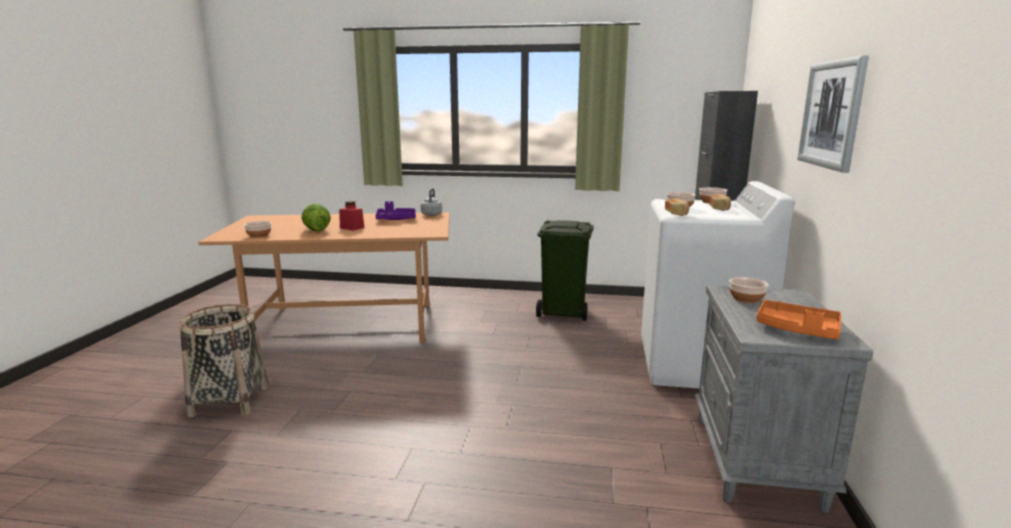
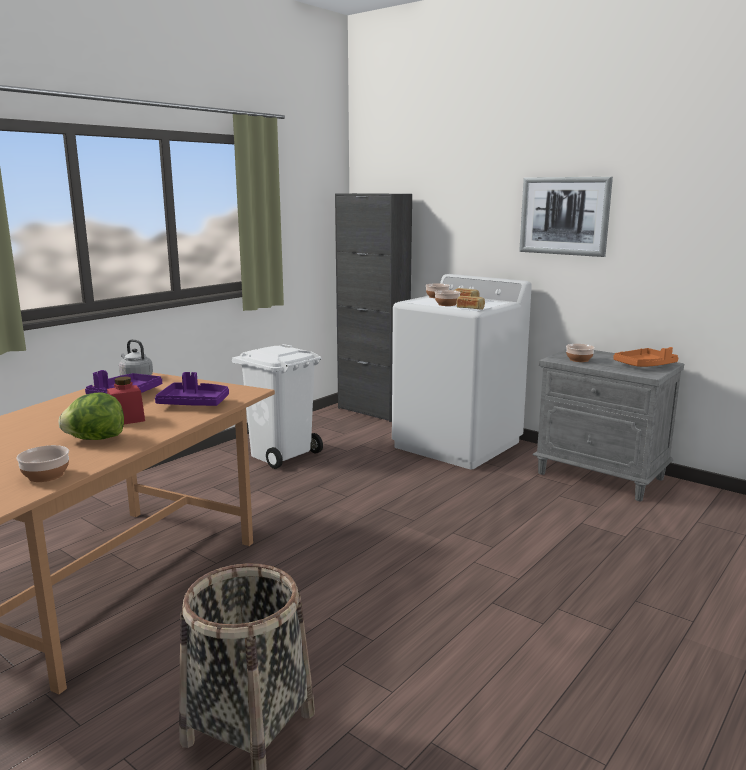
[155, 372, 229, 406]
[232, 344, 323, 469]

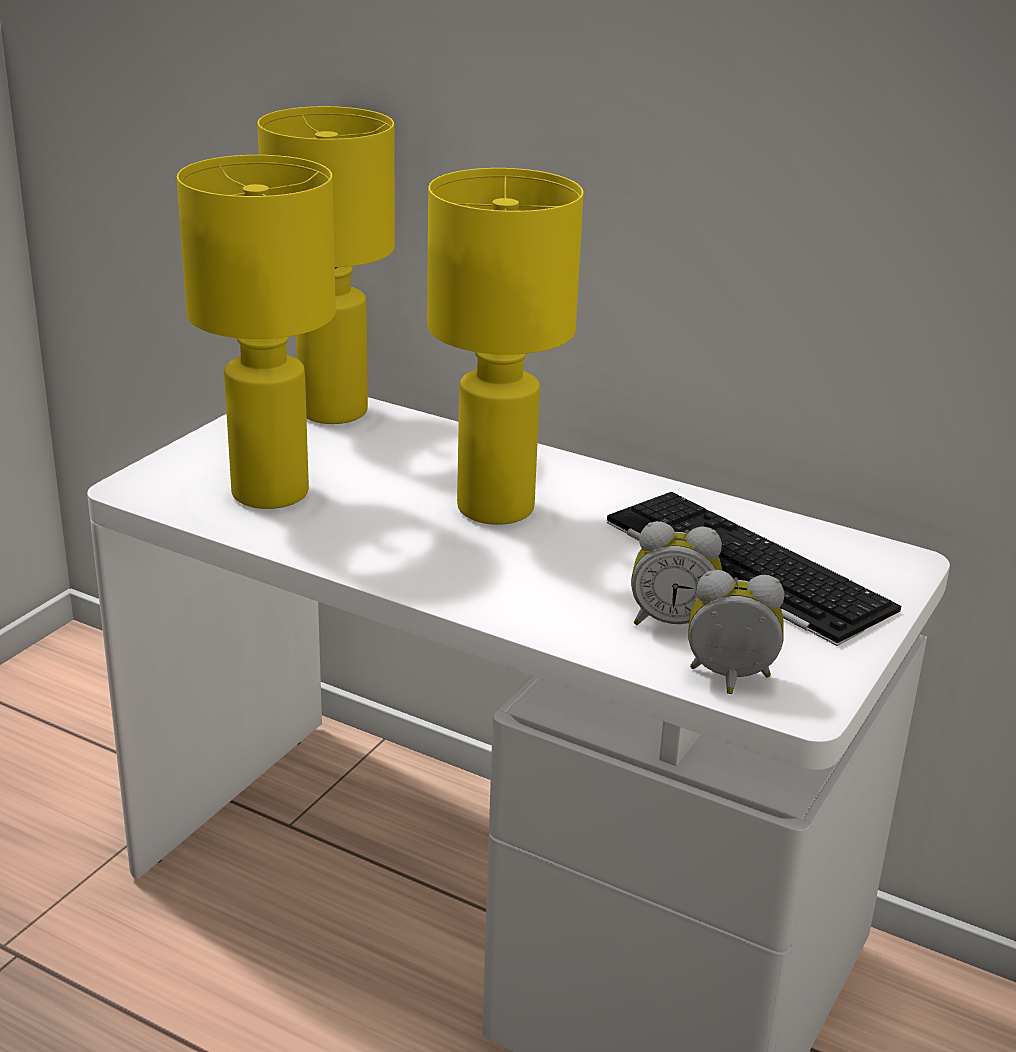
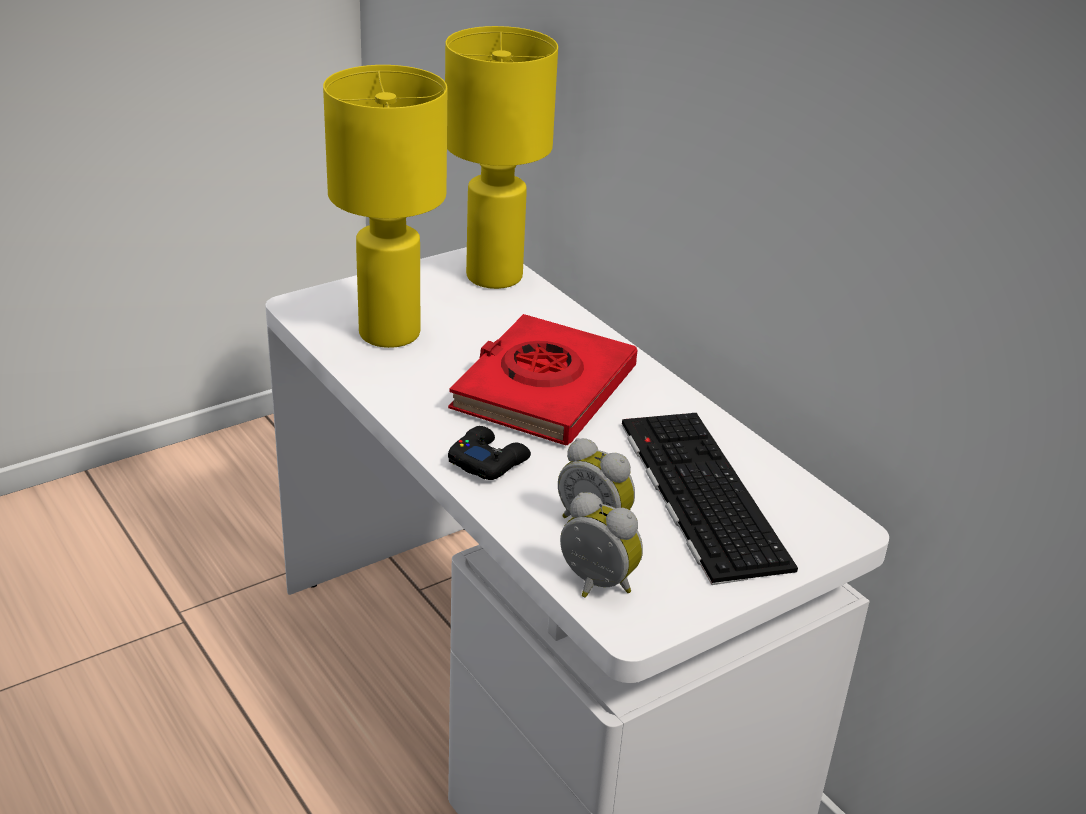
[448, 314, 637, 445]
[448, 426, 531, 480]

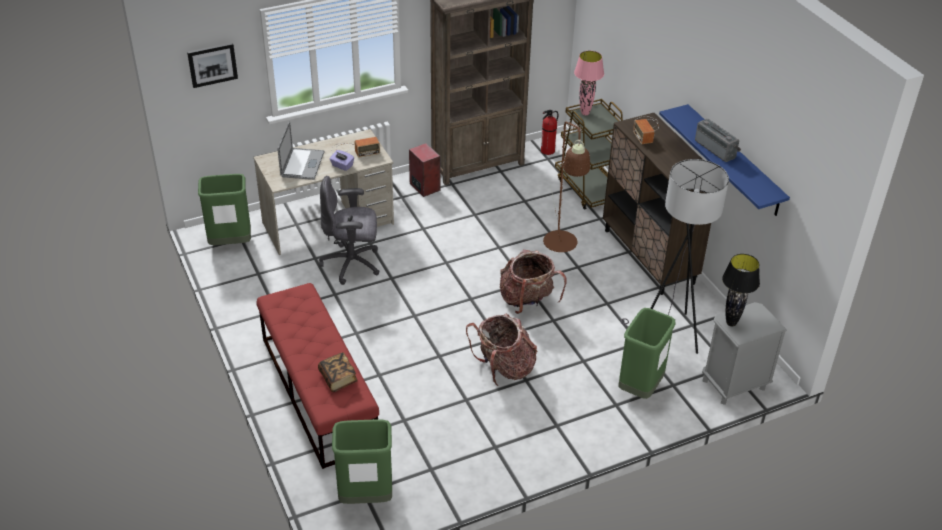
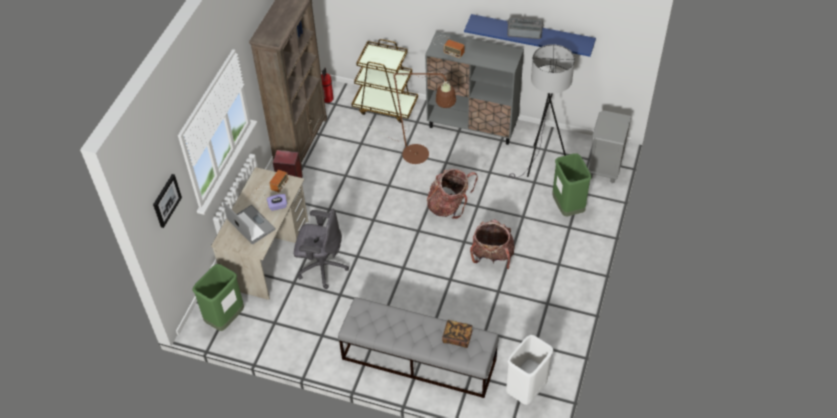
[294, 208, 349, 289]
[338, 297, 499, 398]
[425, 31, 524, 145]
[506, 335, 554, 405]
[574, 51, 604, 115] (first image)
[722, 254, 760, 327] (first image)

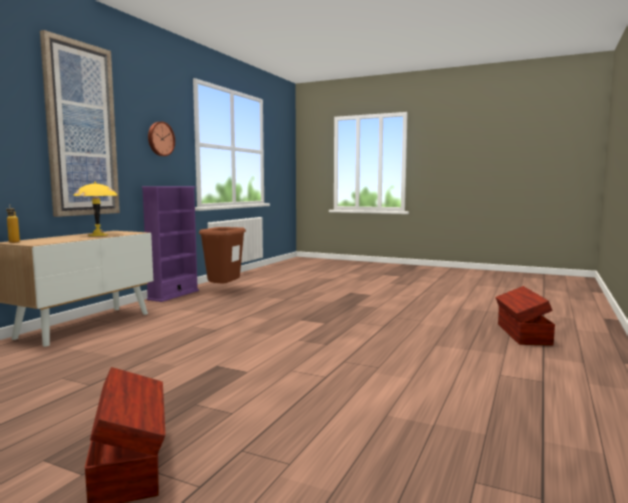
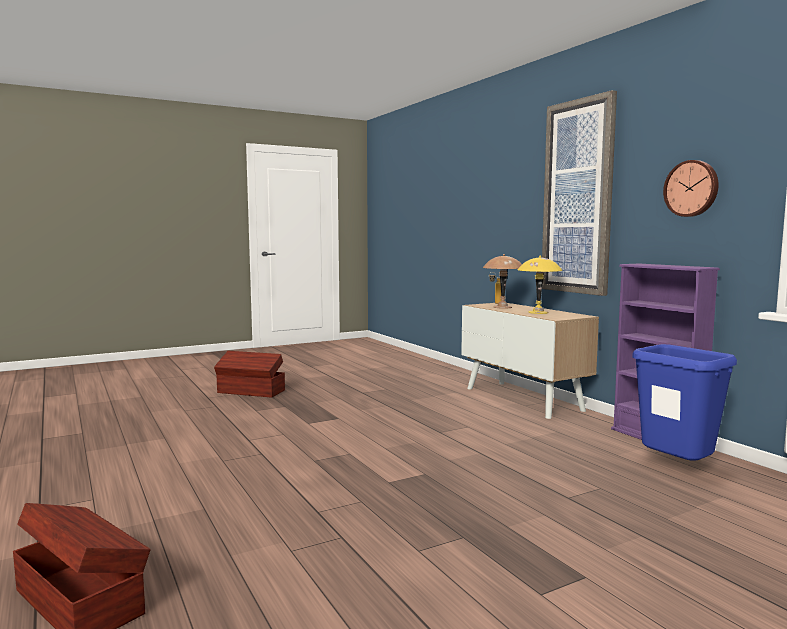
[483, 254, 522, 309]
[632, 344, 737, 461]

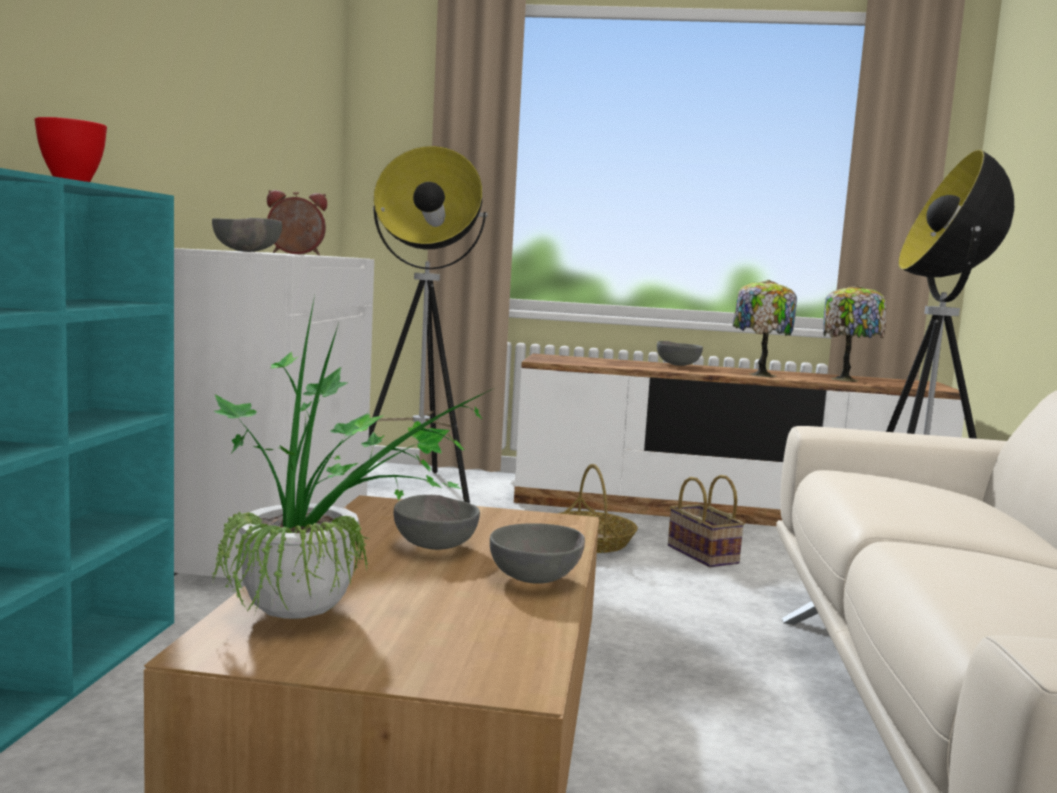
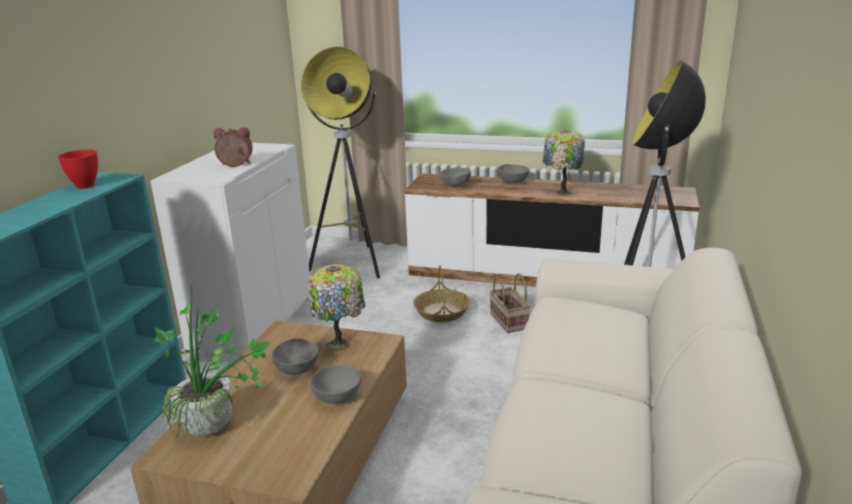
[308, 264, 365, 351]
[440, 167, 471, 187]

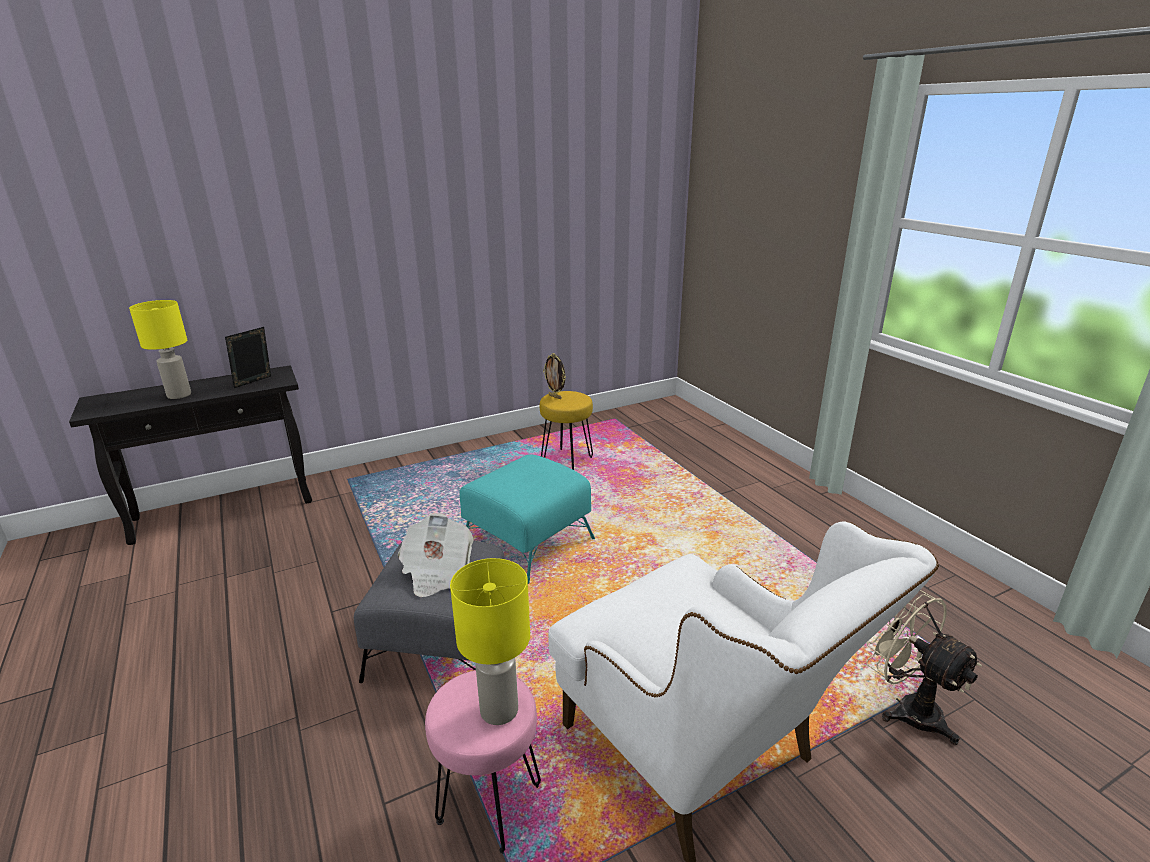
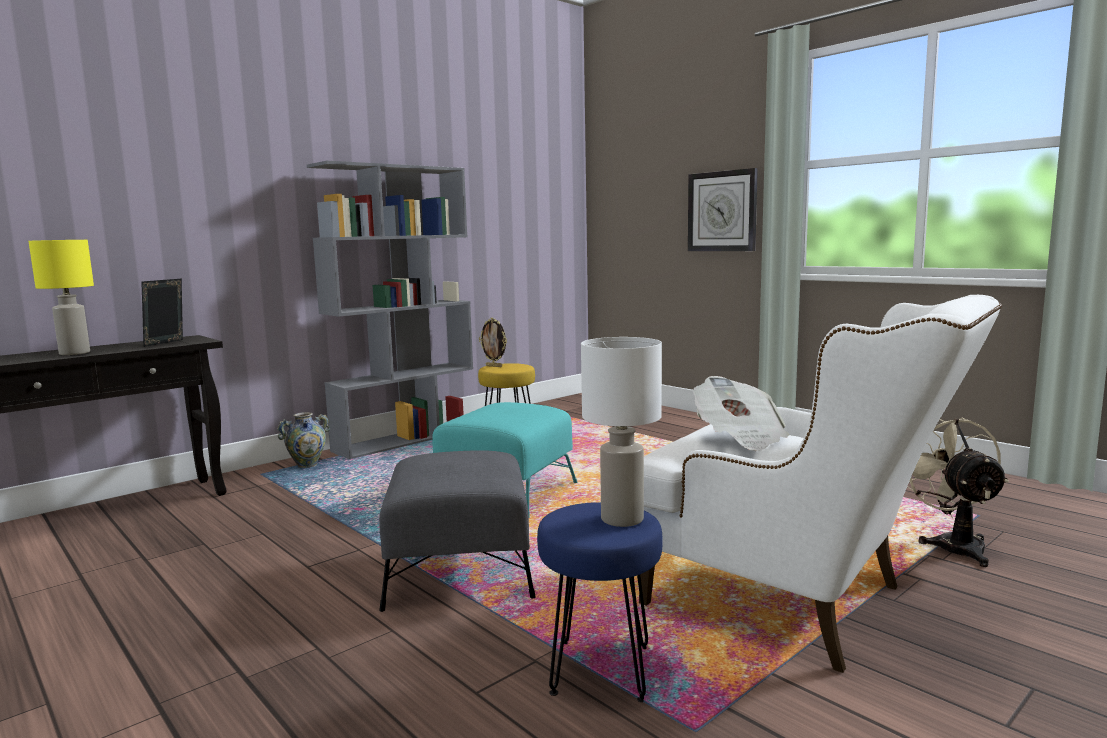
[277, 412, 330, 468]
[307, 161, 473, 459]
[537, 502, 663, 702]
[581, 337, 662, 527]
[688, 168, 758, 251]
[693, 376, 789, 451]
[907, 418, 1009, 567]

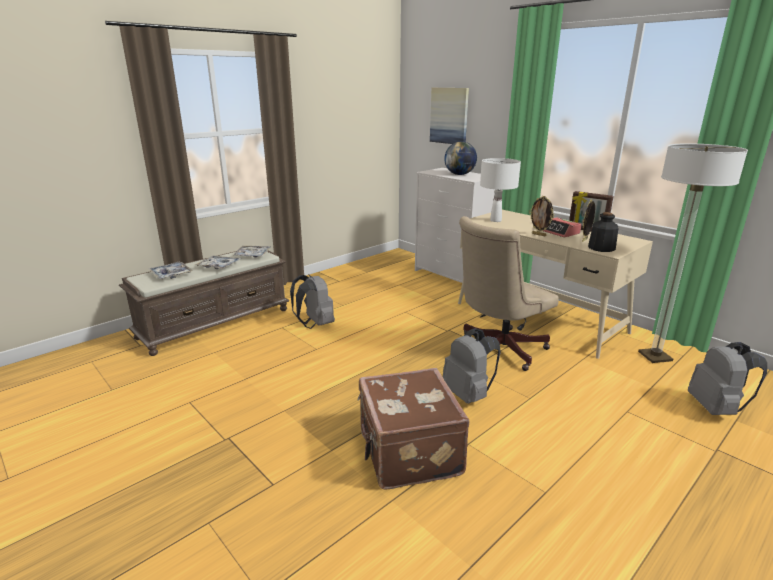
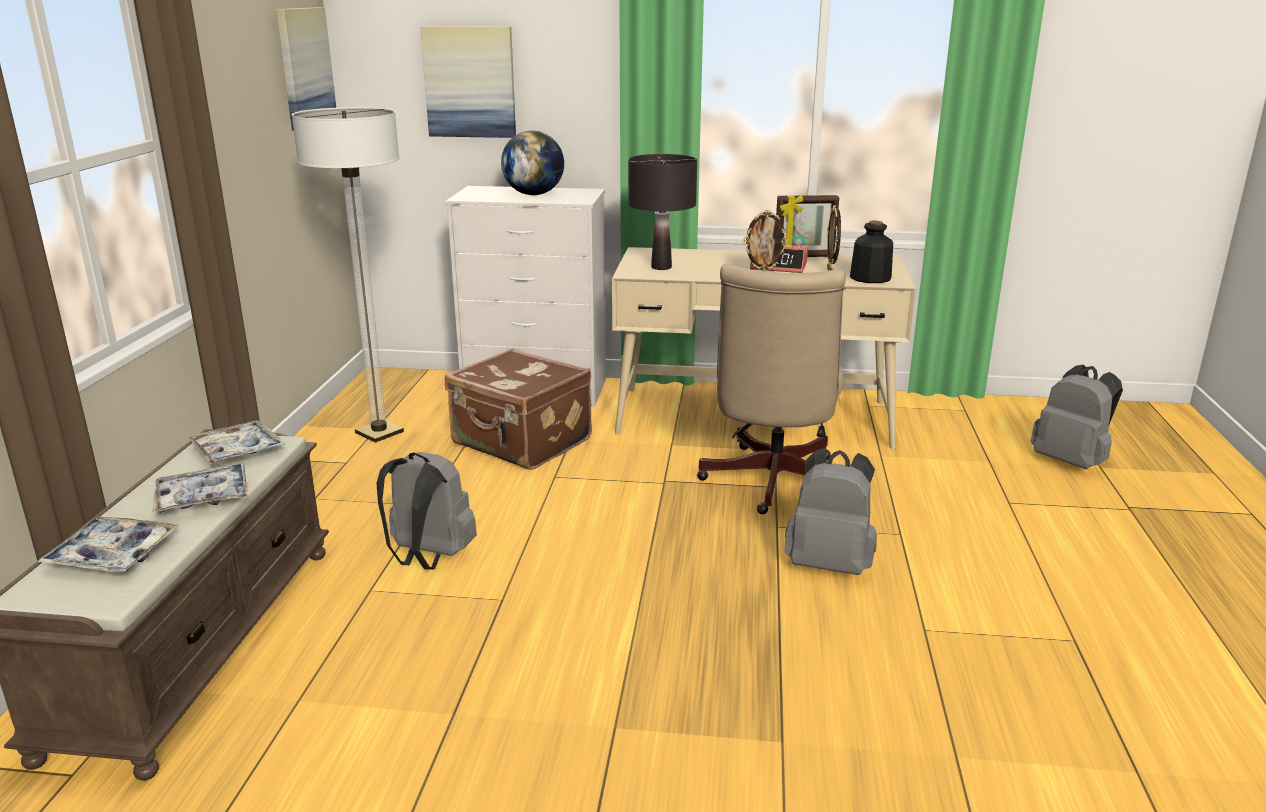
[276, 7, 336, 130]
[291, 107, 404, 443]
[445, 348, 592, 470]
[628, 154, 697, 270]

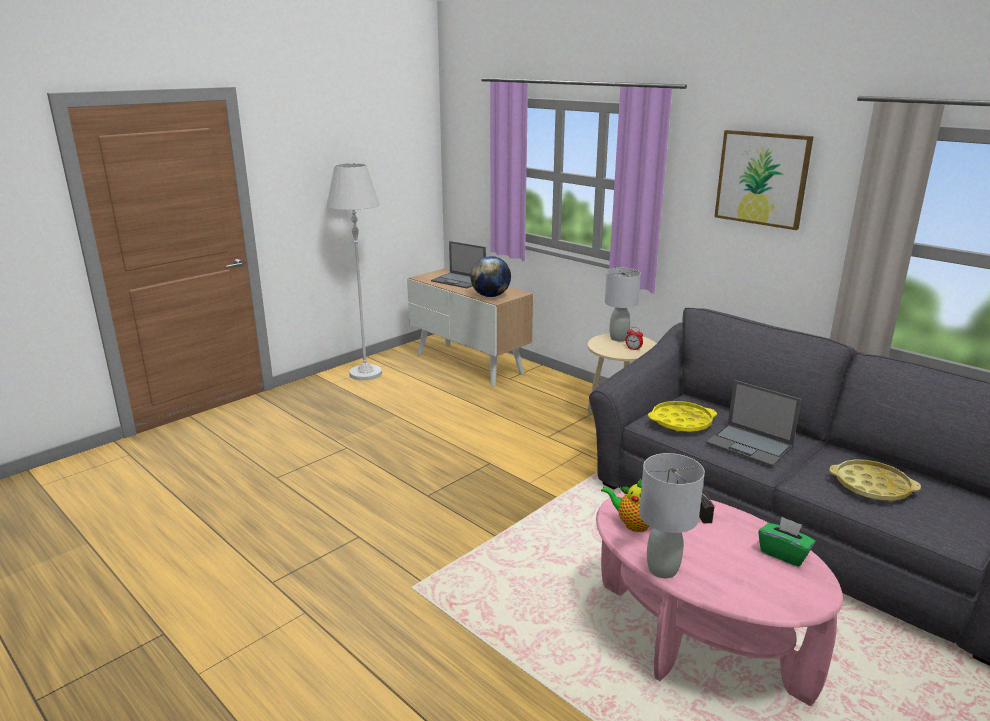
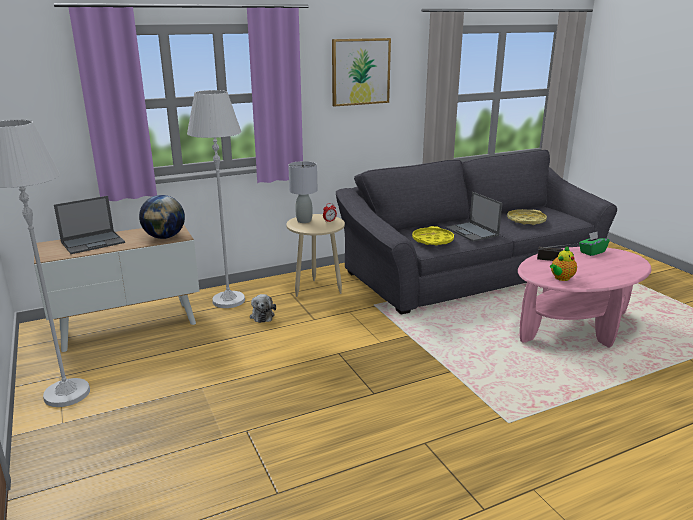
[187, 90, 245, 308]
[250, 294, 276, 323]
[445, 192, 502, 242]
[639, 453, 705, 578] (first image)

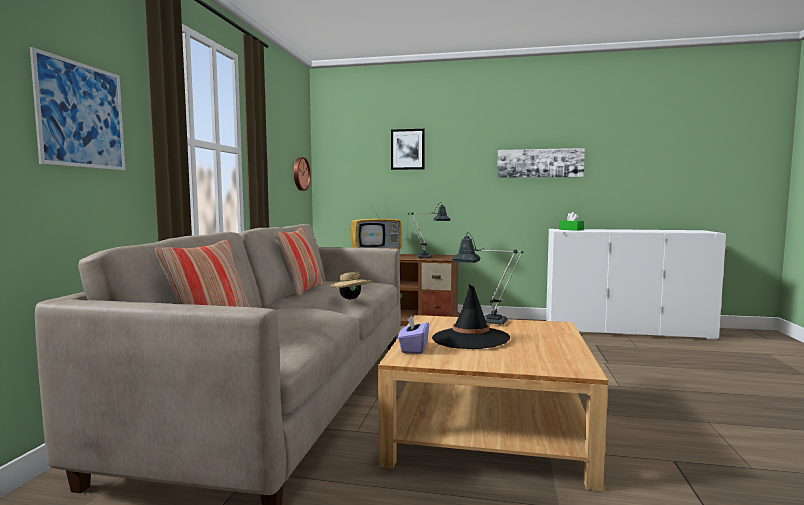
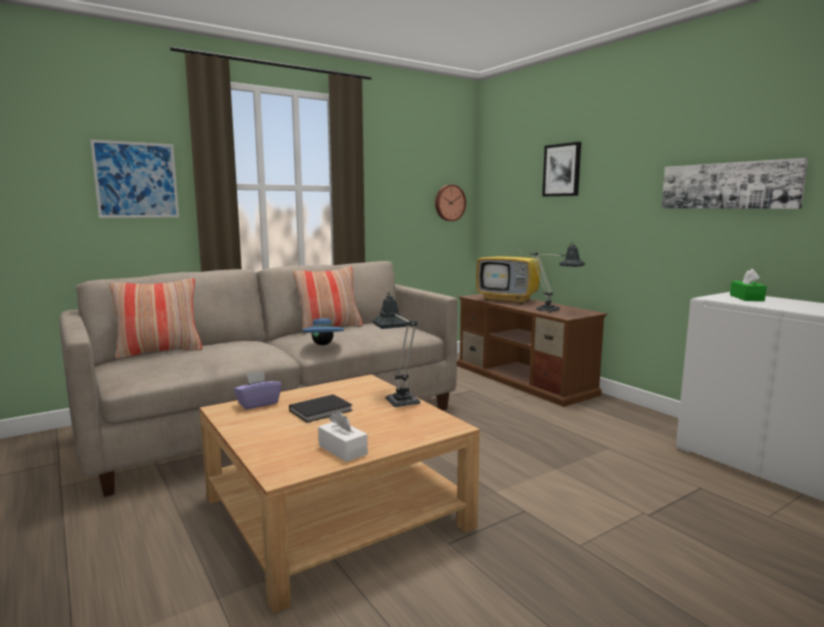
[289, 394, 353, 423]
[302, 317, 344, 345]
[318, 411, 368, 462]

